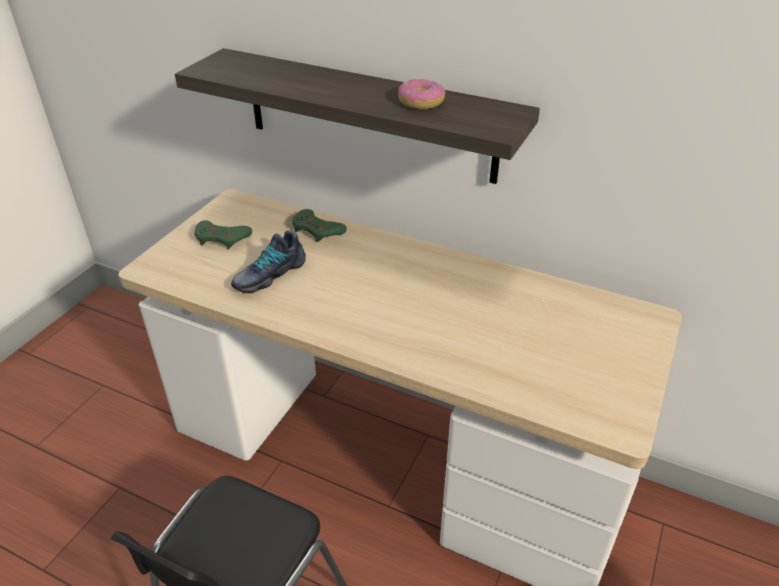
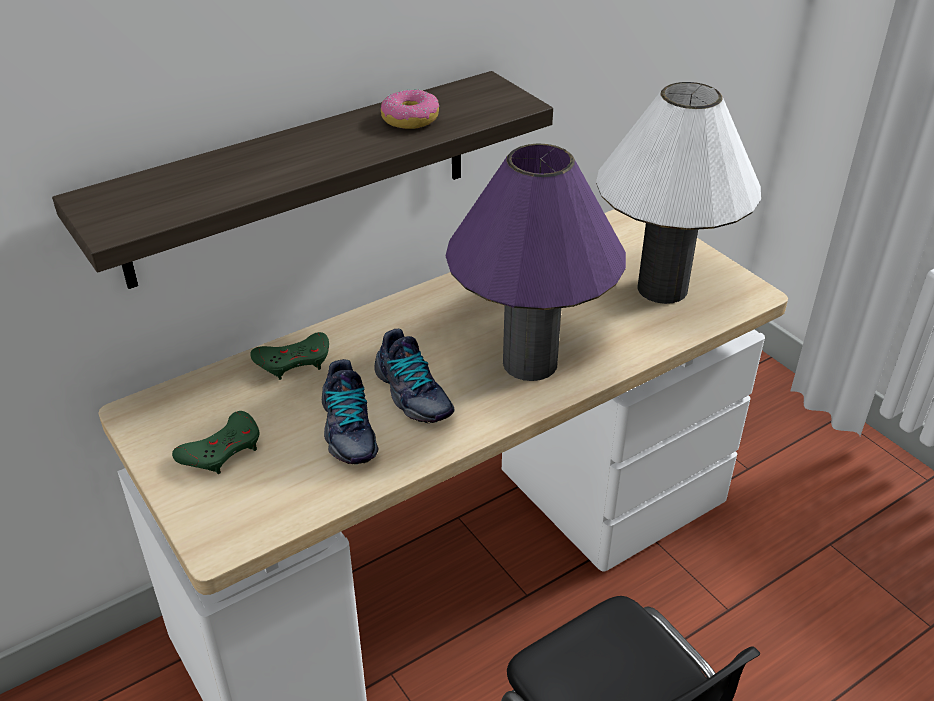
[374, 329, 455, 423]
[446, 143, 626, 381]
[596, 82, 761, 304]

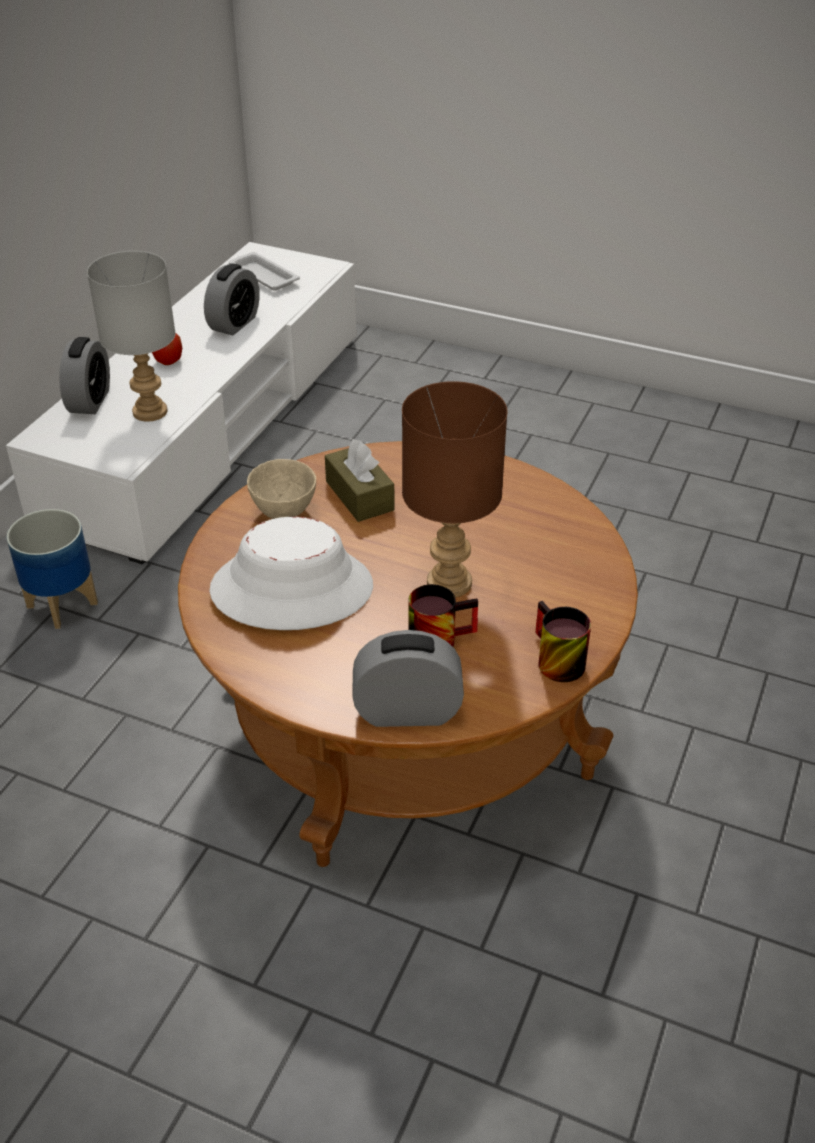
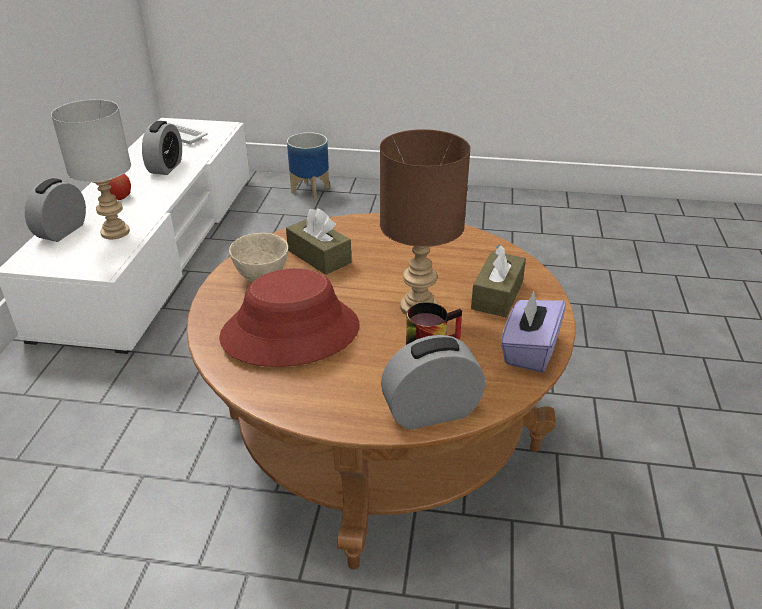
[25, 178, 86, 242]
[219, 268, 360, 367]
[287, 132, 329, 199]
[471, 244, 526, 317]
[501, 291, 566, 373]

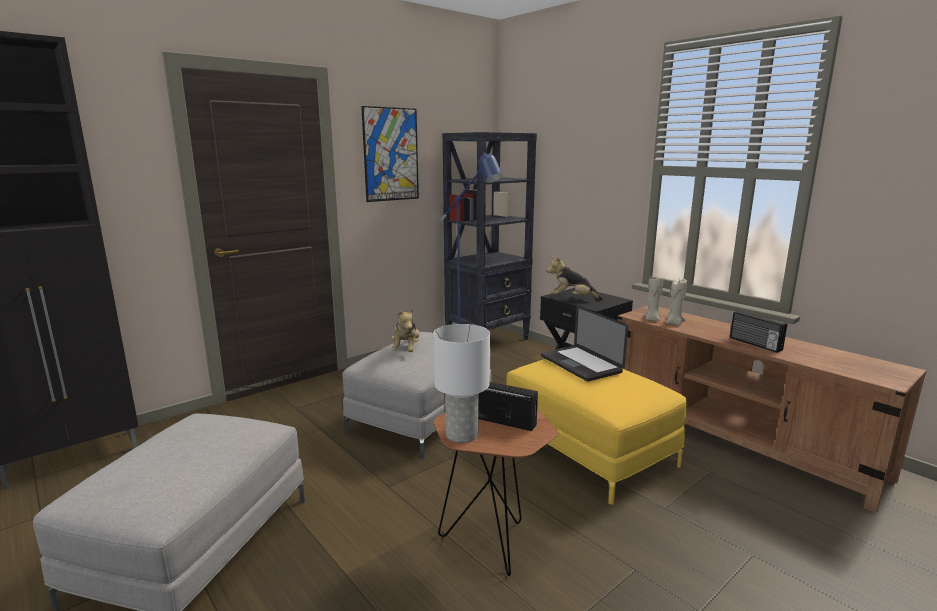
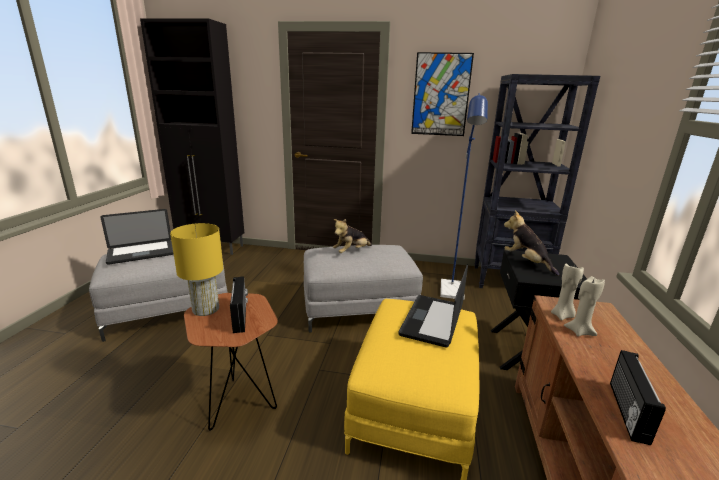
[100, 209, 173, 265]
[170, 223, 224, 316]

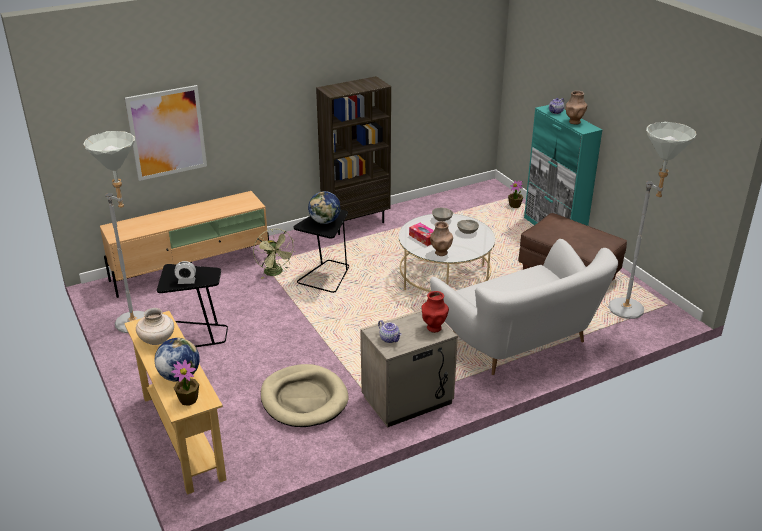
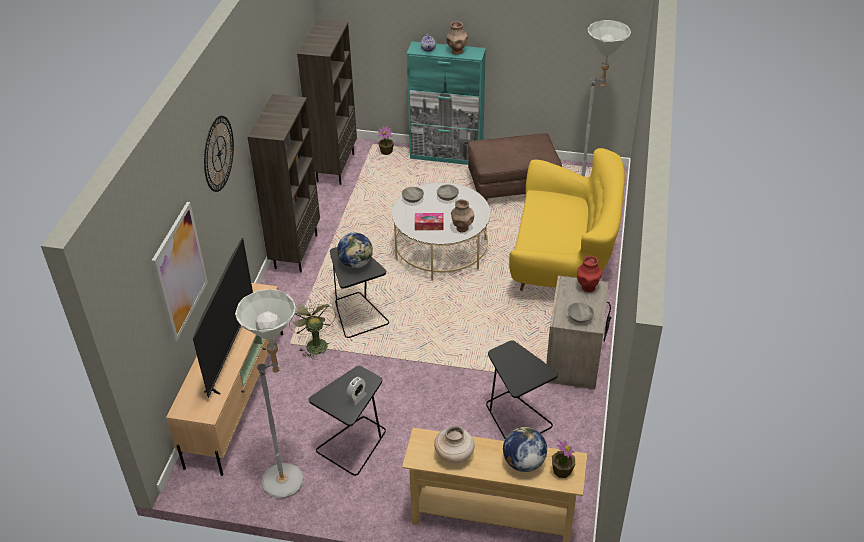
[193, 238, 253, 398]
[204, 116, 234, 192]
[289, 298, 336, 360]
[297, 19, 357, 185]
[486, 340, 558, 439]
[509, 148, 625, 291]
[568, 302, 594, 323]

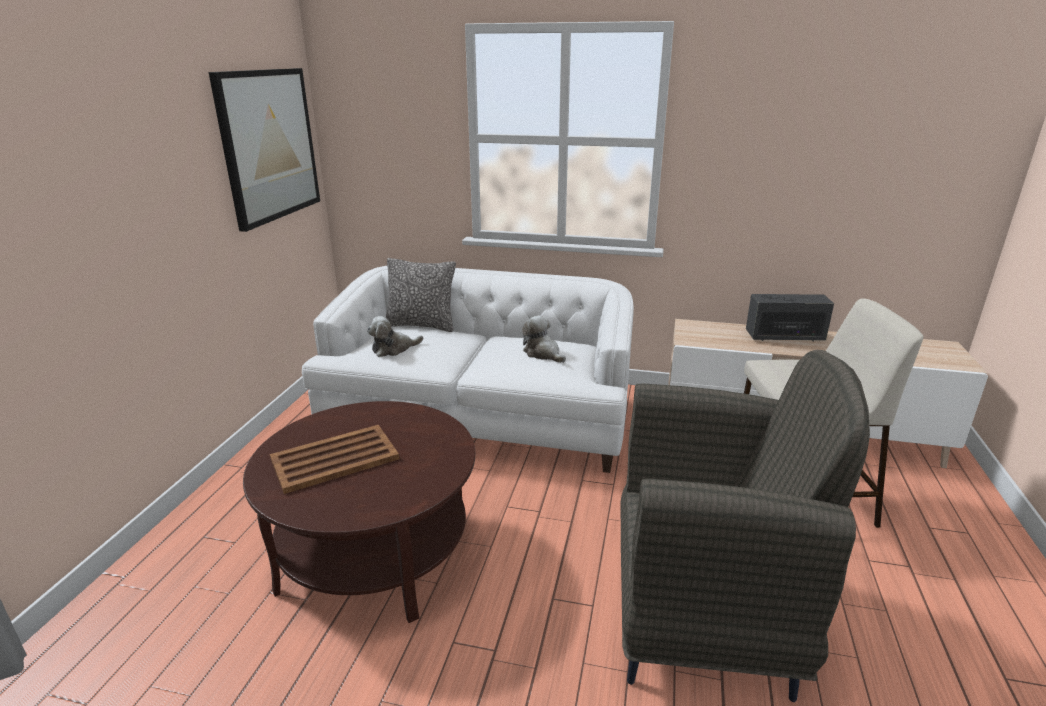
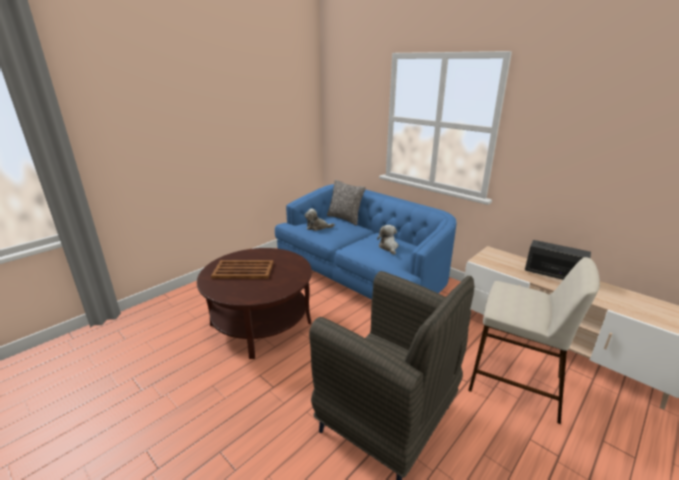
[275, 184, 457, 300]
[209, 68, 320, 232] (first image)

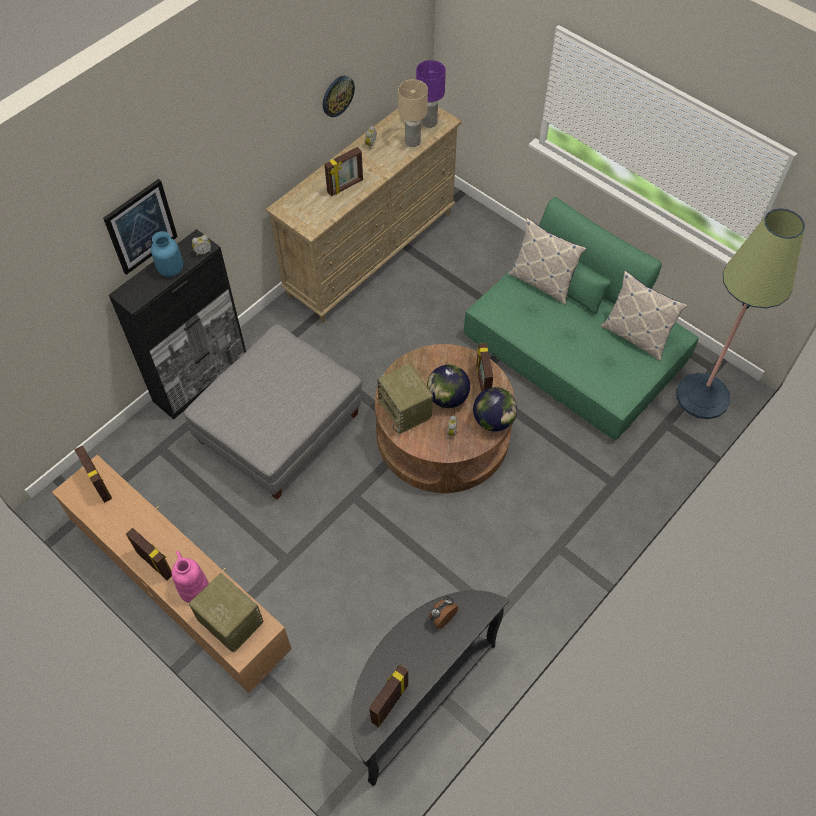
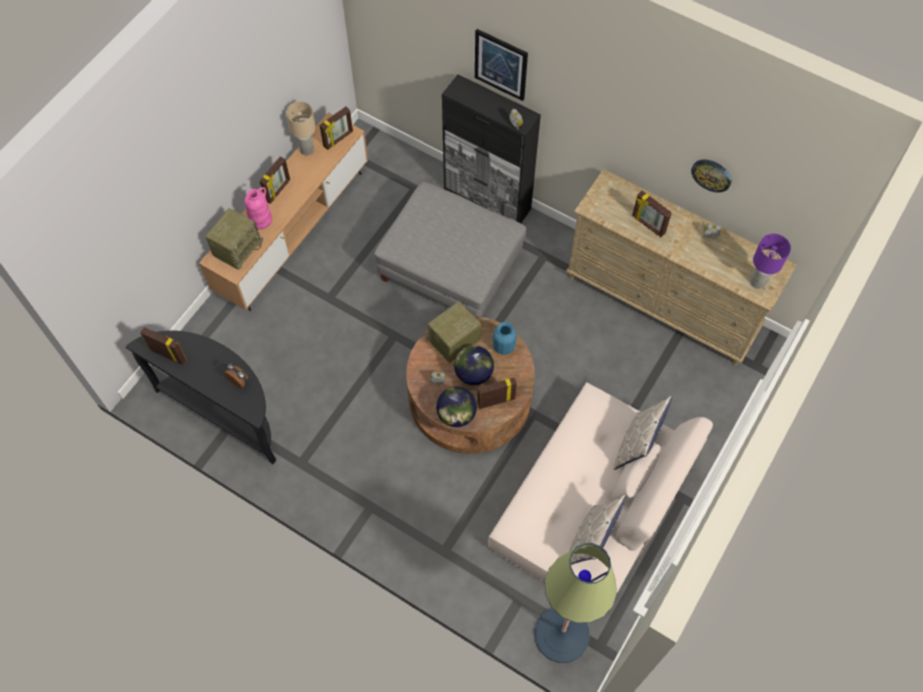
[286, 101, 316, 155]
[488, 382, 713, 595]
[493, 322, 517, 355]

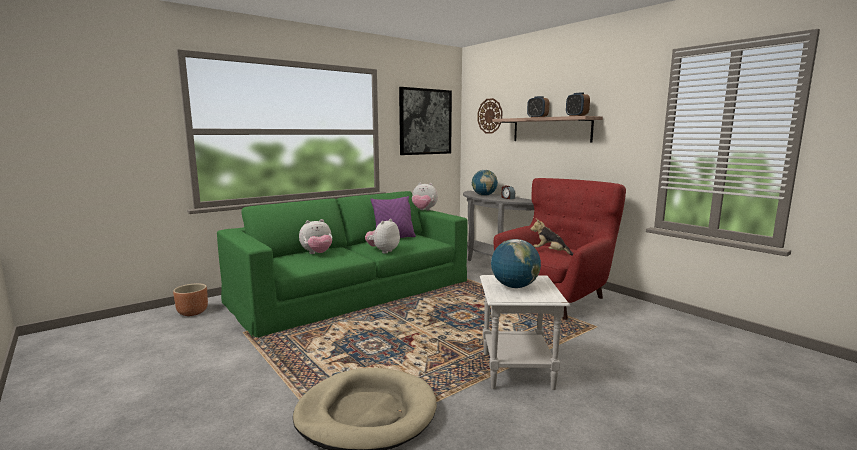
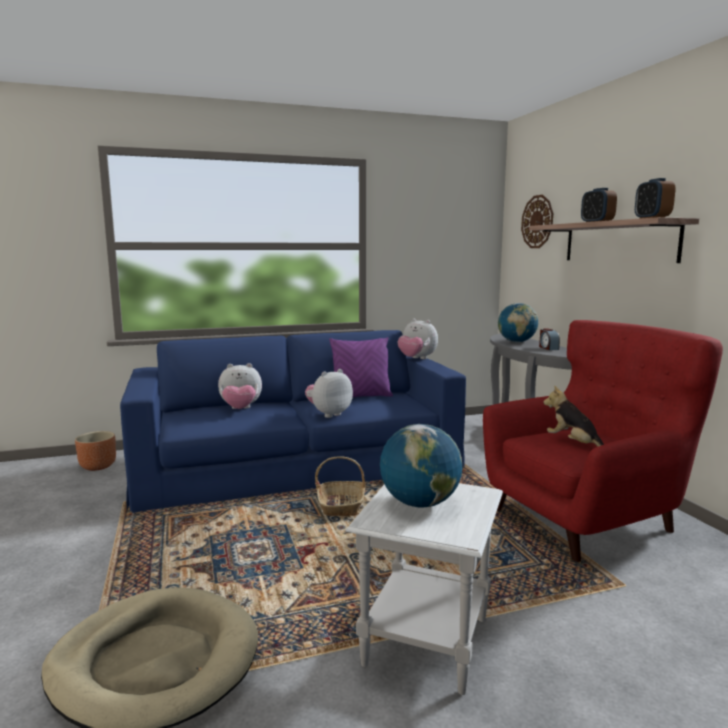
[120, 330, 466, 513]
[315, 456, 366, 516]
[399, 87, 452, 155] (first image)

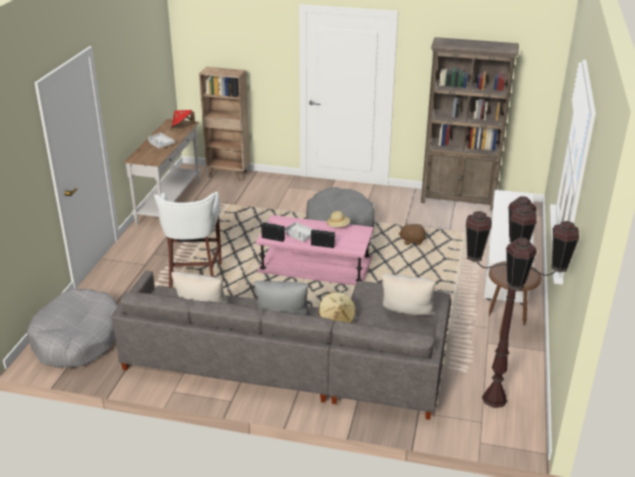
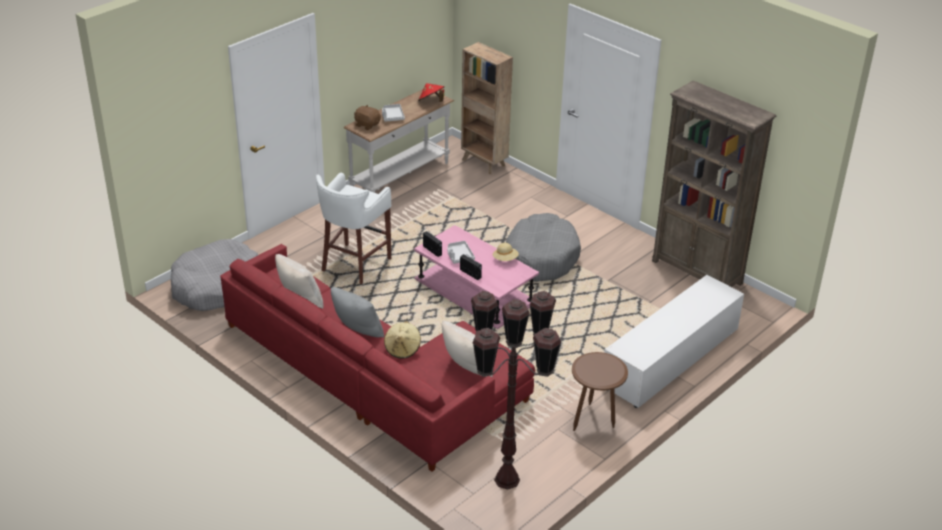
[220, 244, 535, 472]
[354, 105, 381, 130]

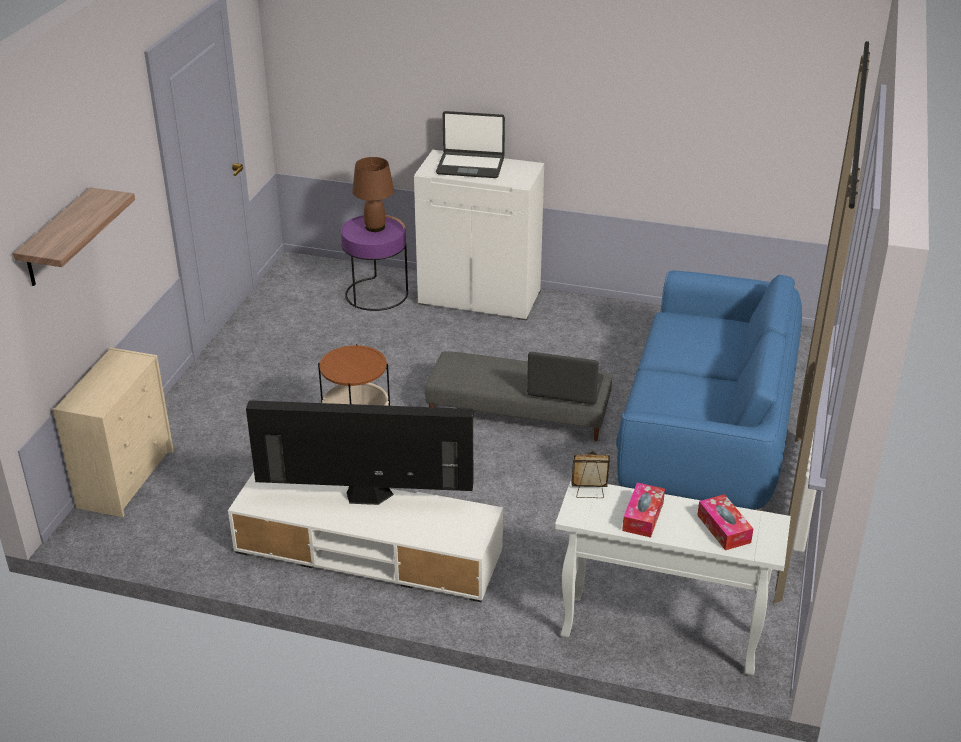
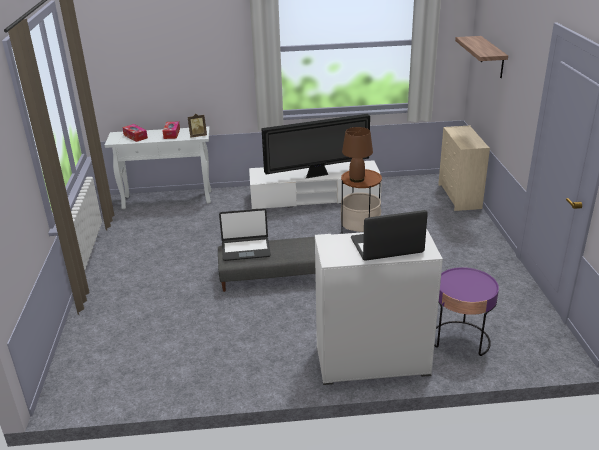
[342, 127, 373, 183]
[616, 271, 802, 511] (first image)

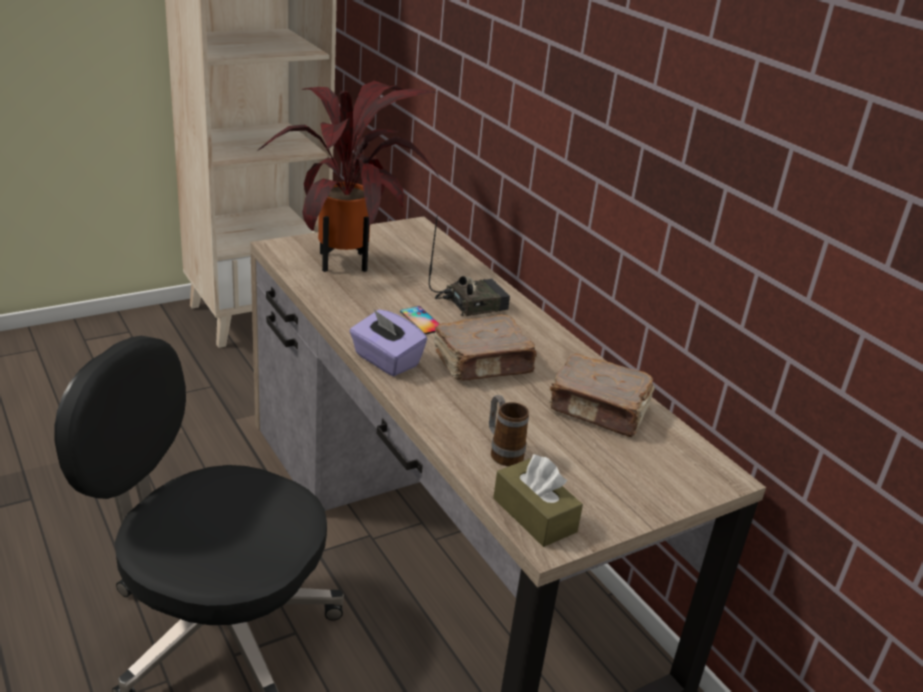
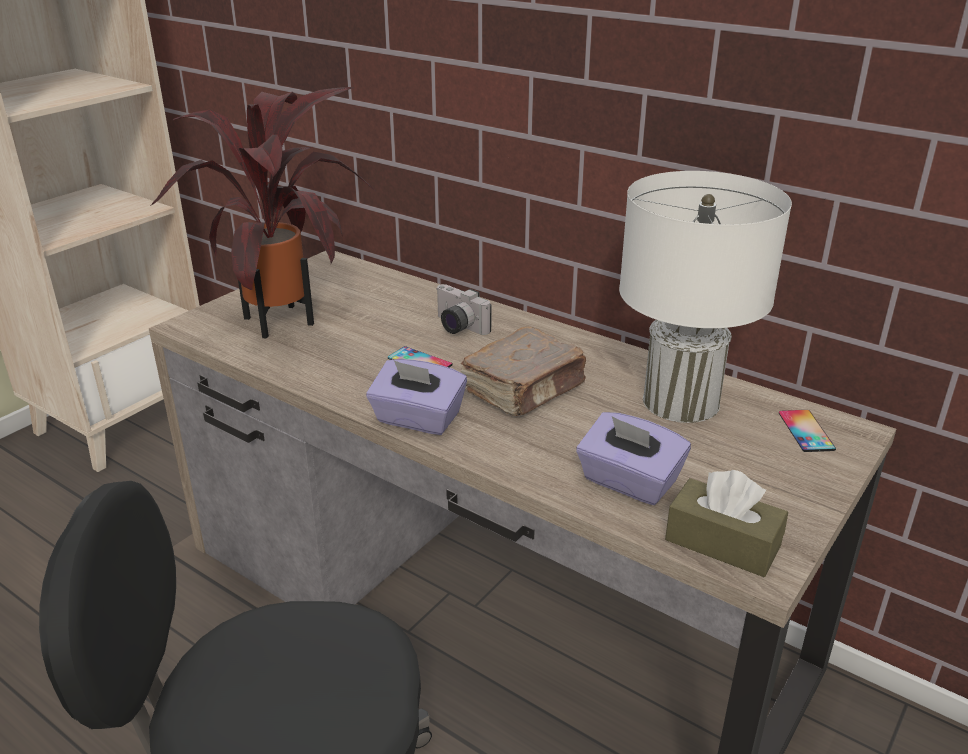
[436, 284, 491, 335]
[576, 412, 691, 505]
[619, 171, 792, 423]
[779, 410, 836, 452]

